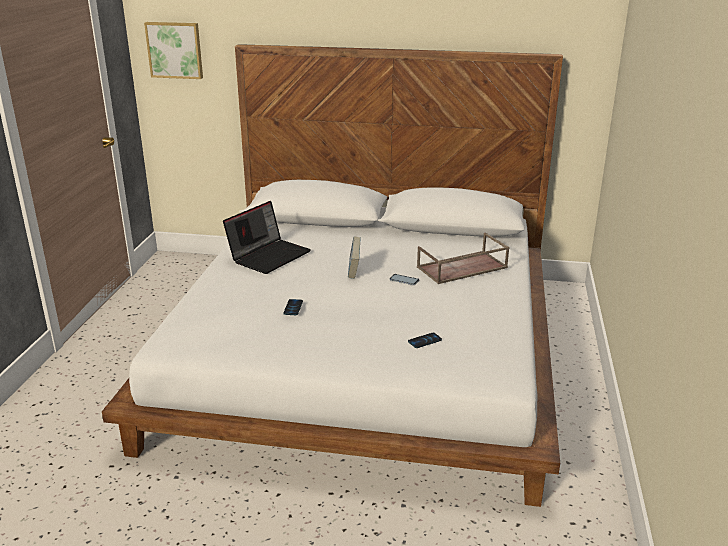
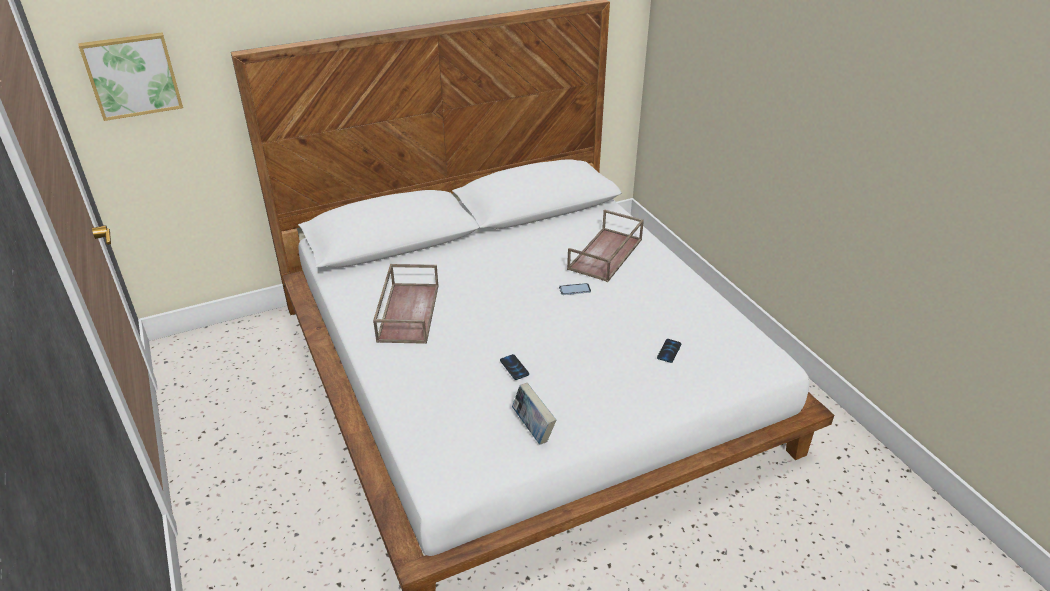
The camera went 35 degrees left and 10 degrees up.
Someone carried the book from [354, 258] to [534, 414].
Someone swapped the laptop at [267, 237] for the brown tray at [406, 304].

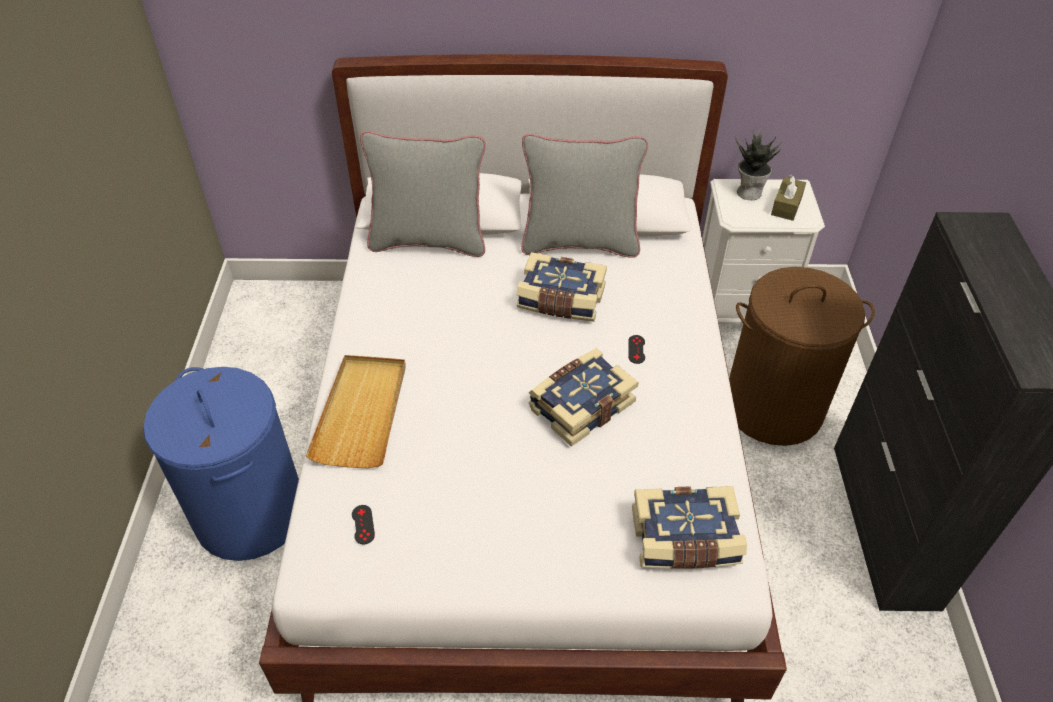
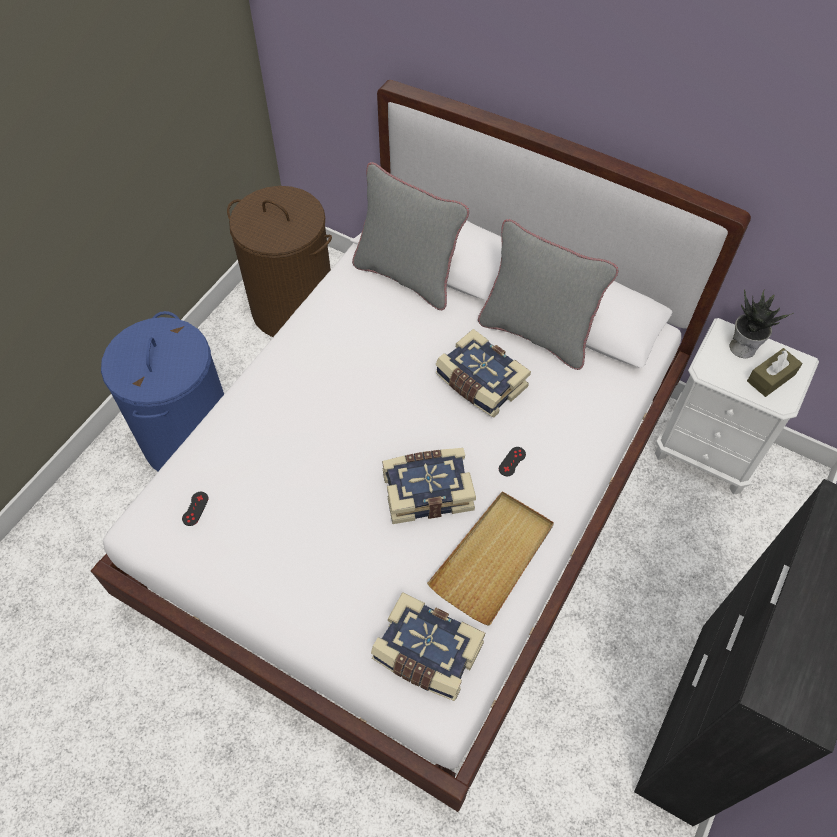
The camera went 30 degrees right and 10 degrees up.
Someone carried the beige tray from [356, 411] to [490, 558].
Someone carried the brown laundry basket from [802, 356] to [279, 261].

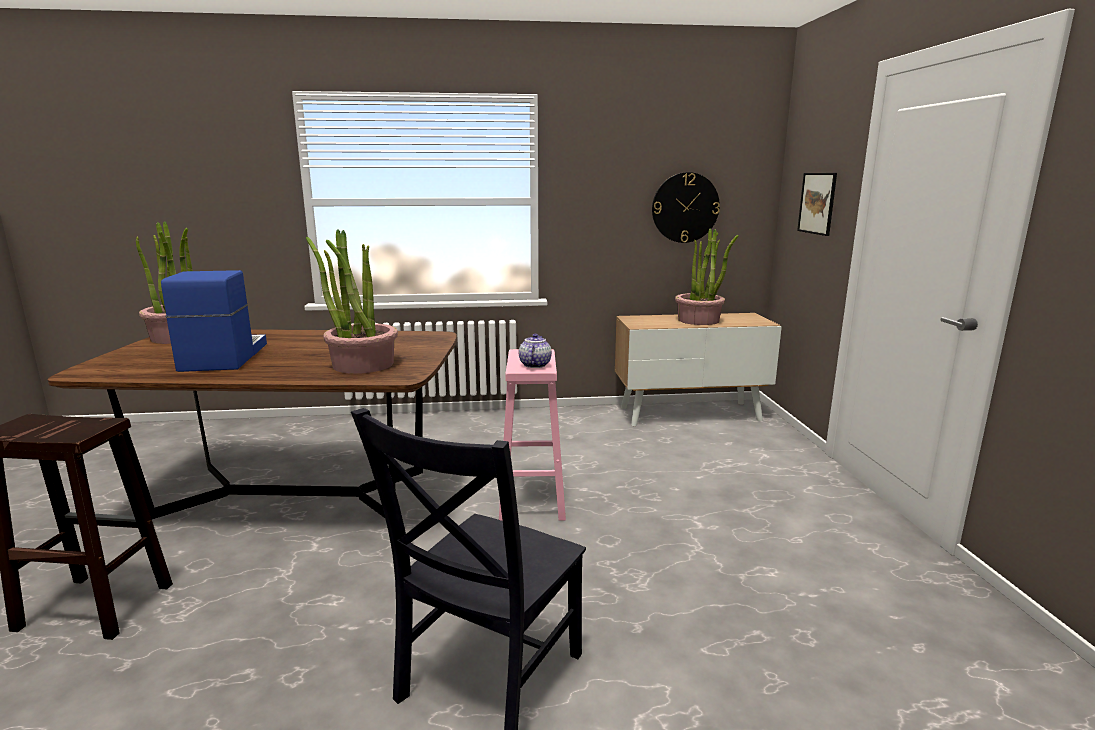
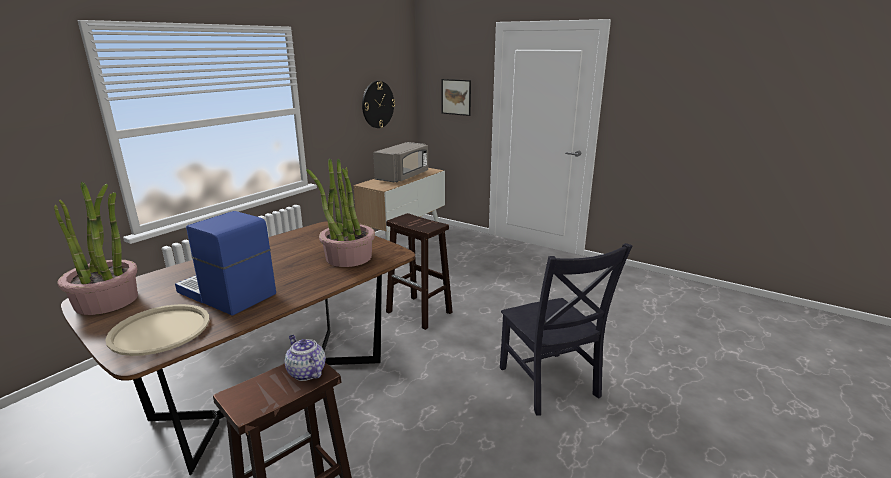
The camera went 50 degrees left and 5 degrees up.
Someone put down the beige tray at [157, 330].
Someone carried the teapot from [535, 351] to [305, 358].
Someone swapped the potted plant at [707, 276] for the grey microwave at [400, 162].
Someone repainted the pink stool at [532, 435], which became the brown stool at [419, 271].

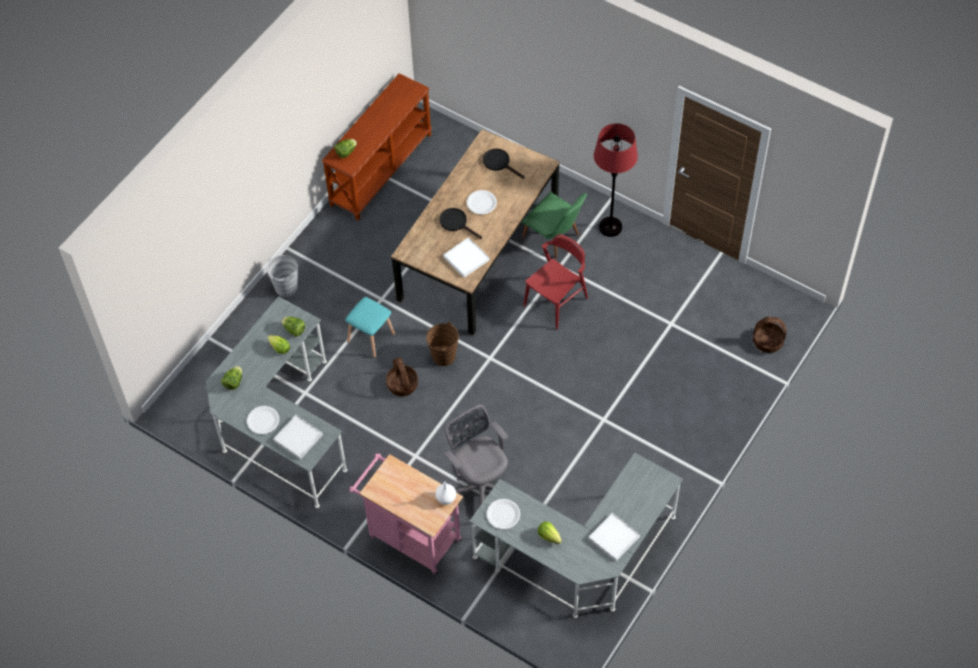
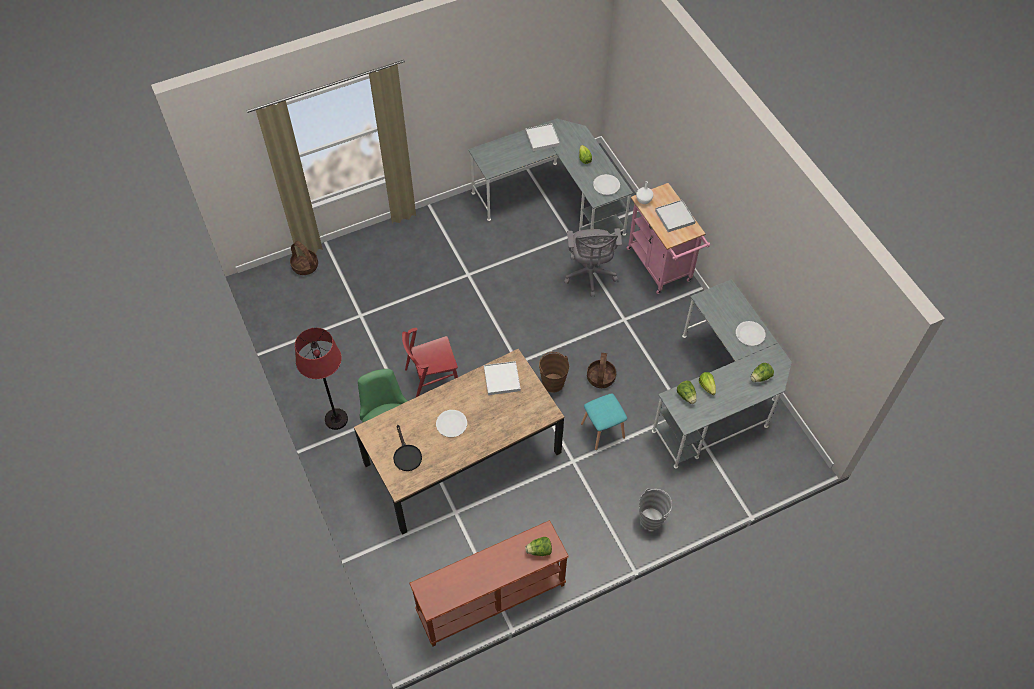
The camera went 150 degrees left and 0 degrees up.
Someone took away the black frying pan at [460, 223].
Someone carried the white tray from [298, 437] to [675, 216].

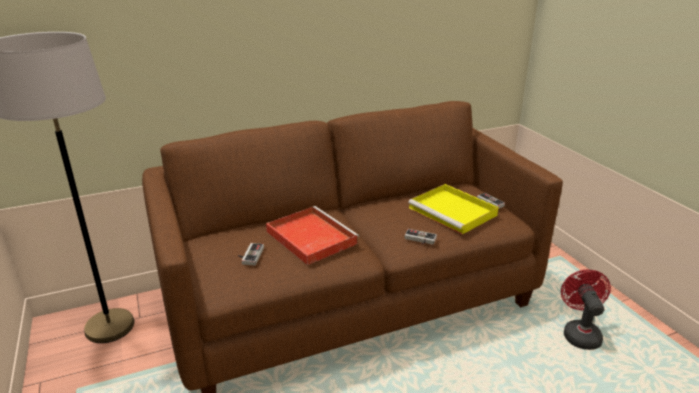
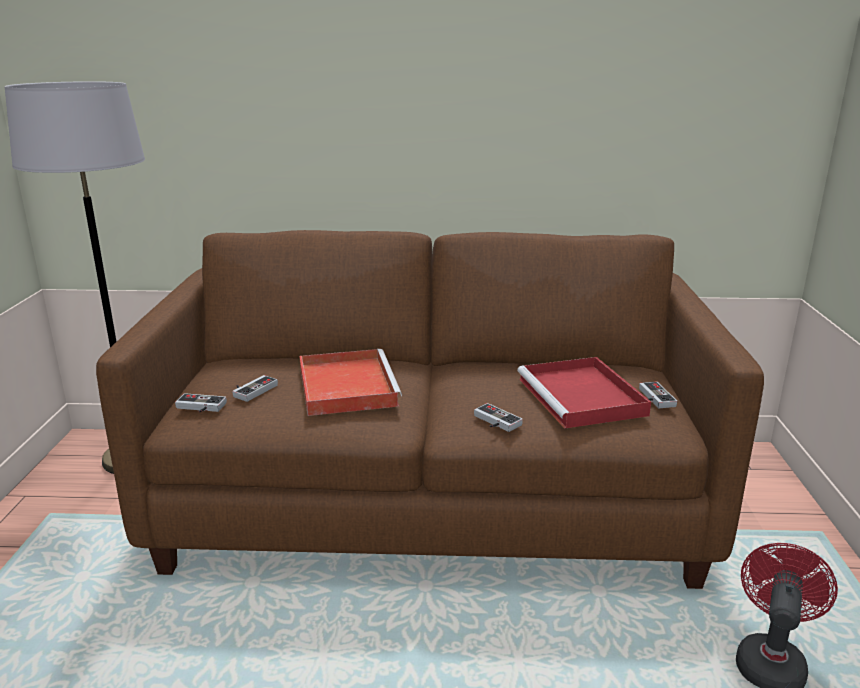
The camera went 25 degrees right and 5 degrees down.
Someone put down the game controller at [201, 403].
Someone repainted the yellow tray at [453, 209], which became the red tray at [584, 393].

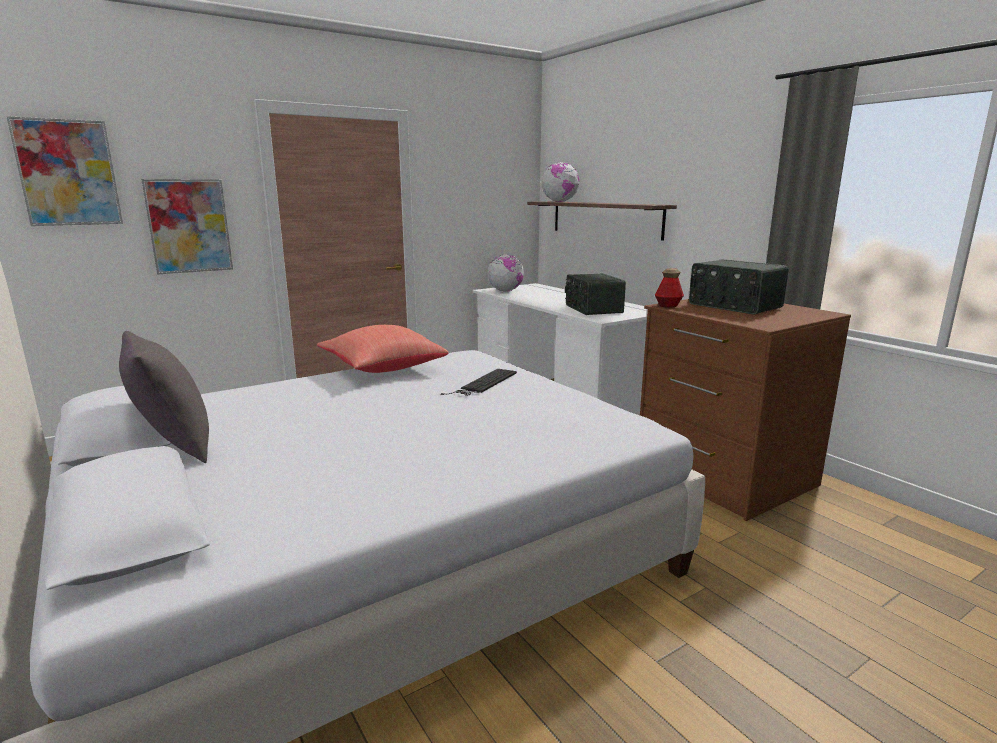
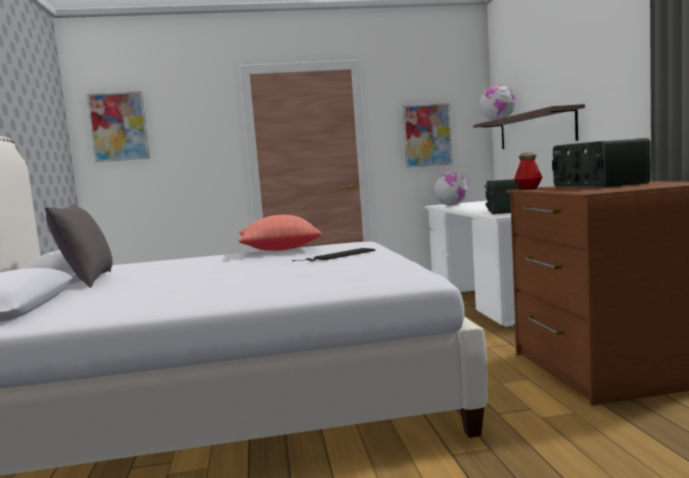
The camera went 25 degrees right and 10 degrees down.
Someone carried the picture from [187, 226] to [427, 135].

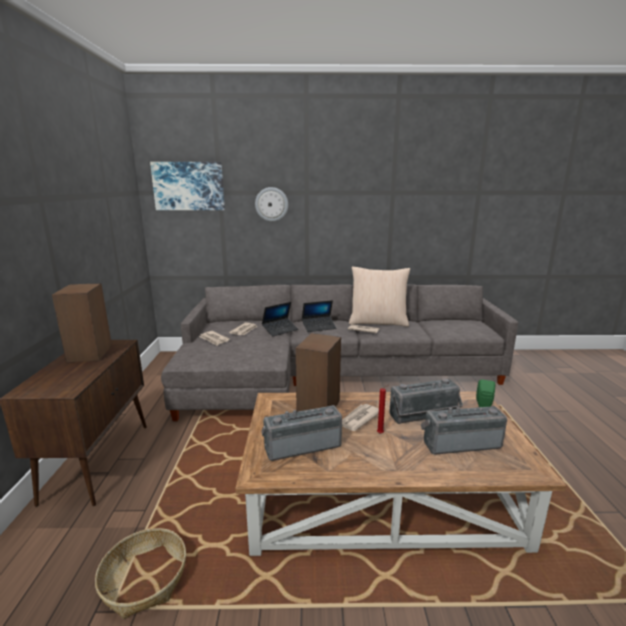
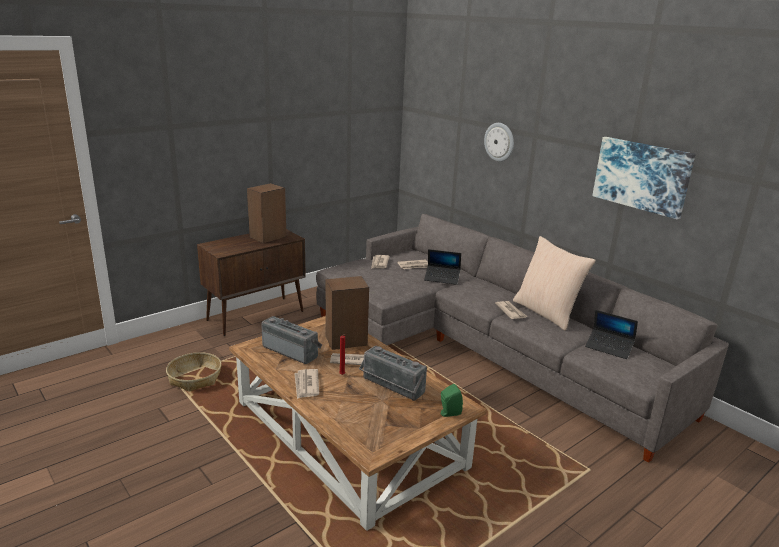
The camera went 50 degrees right and 5 degrees up.
Someone took away the radio at [464, 430].
Someone put down the newspaper at [306, 384].
Someone carried the picture from [187, 186] to [644, 178].
Someone carried the laptop from [319, 316] to [611, 334].

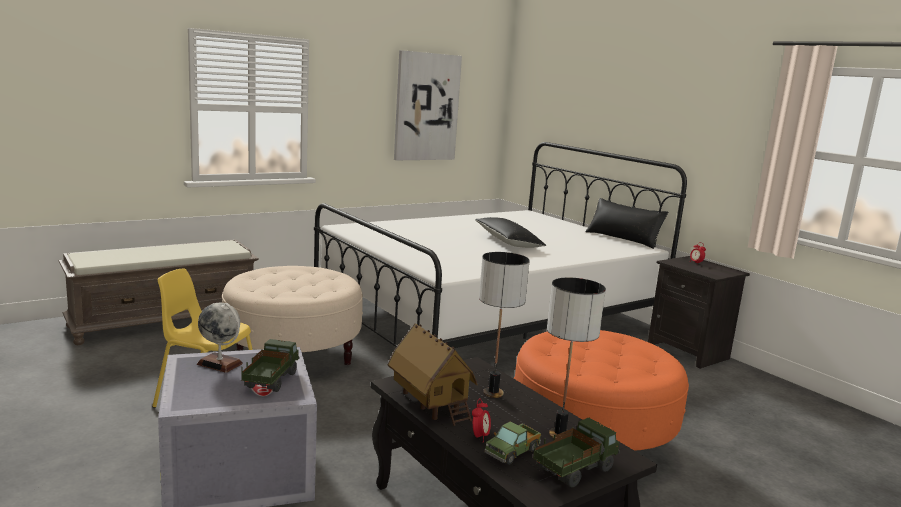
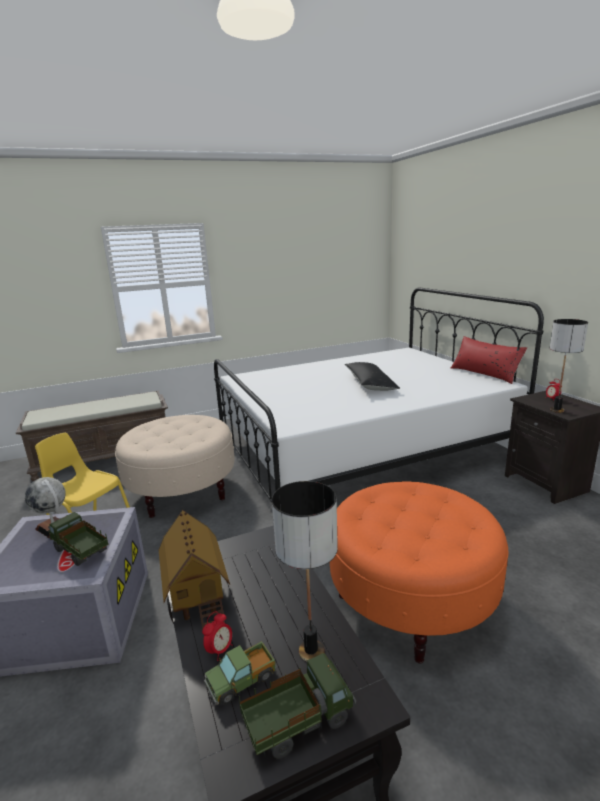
The camera went 15 degrees right and 5 degrees up.
Someone took away the picture at [428, 105].
Someone carried the table lamp from [504, 325] to [569, 366].
Someone repainted the black pillow at [627, 223], which became the red pillow at [489, 360].
Someone rotated the toy truck at [270, 365] by 75 degrees counterclockwise.

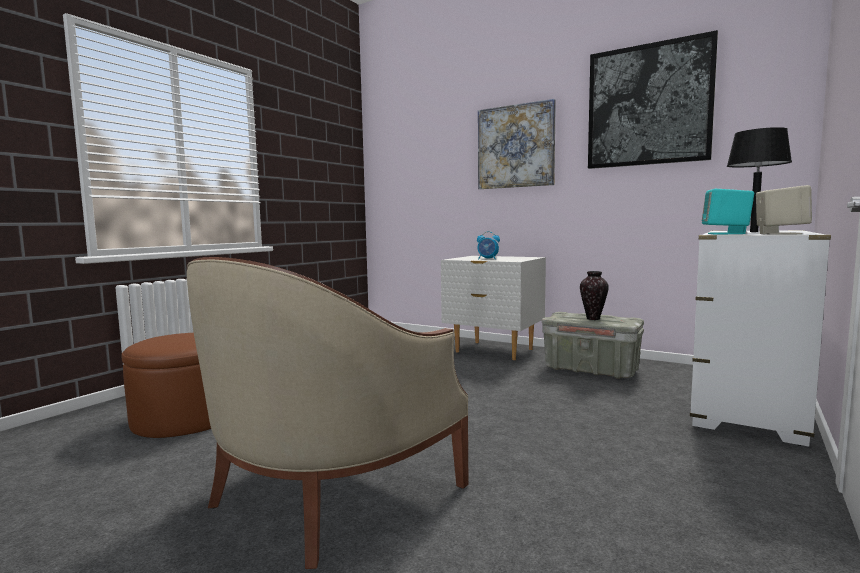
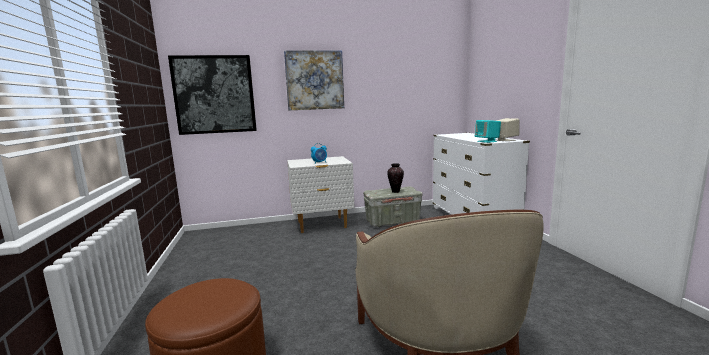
The camera went 45 degrees left and 5 degrees up.
Someone took away the black table lamp at [759, 179].
Someone carried the picture from [653, 99] to [212, 95].

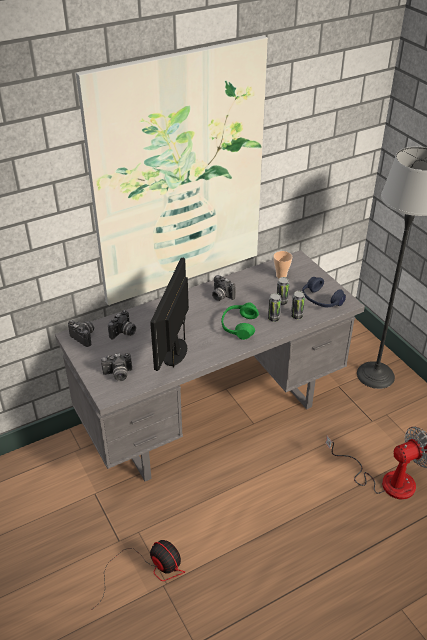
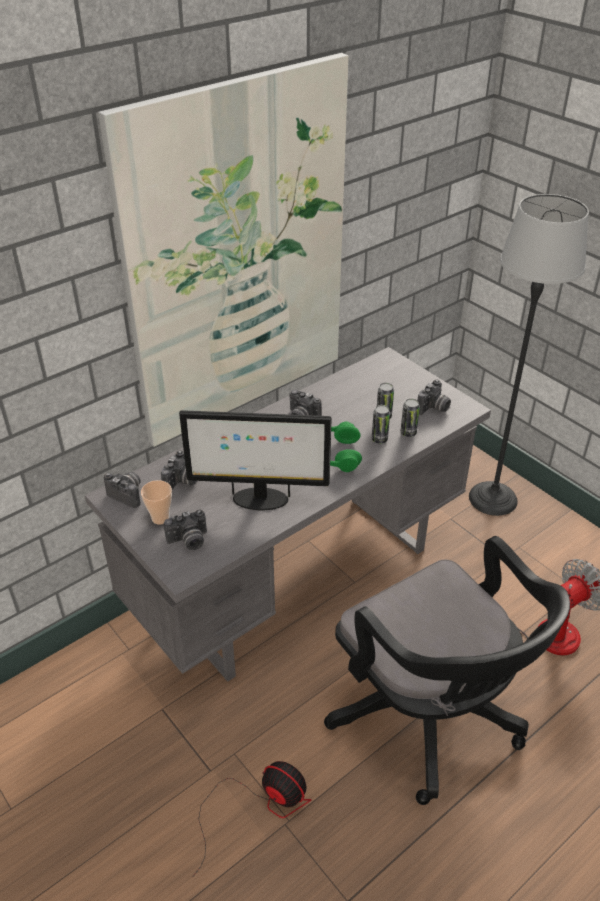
The camera went 10 degrees left and 0 degrees up.
Someone put down the black office chair at [447, 670].
Someone carried the cup from [282, 264] to [156, 502].
Someone swapped the blue headphones at [324, 292] for the photo camera at [434, 397].
Someone rotated the monitor at [169, 314] by 90 degrees counterclockwise.

